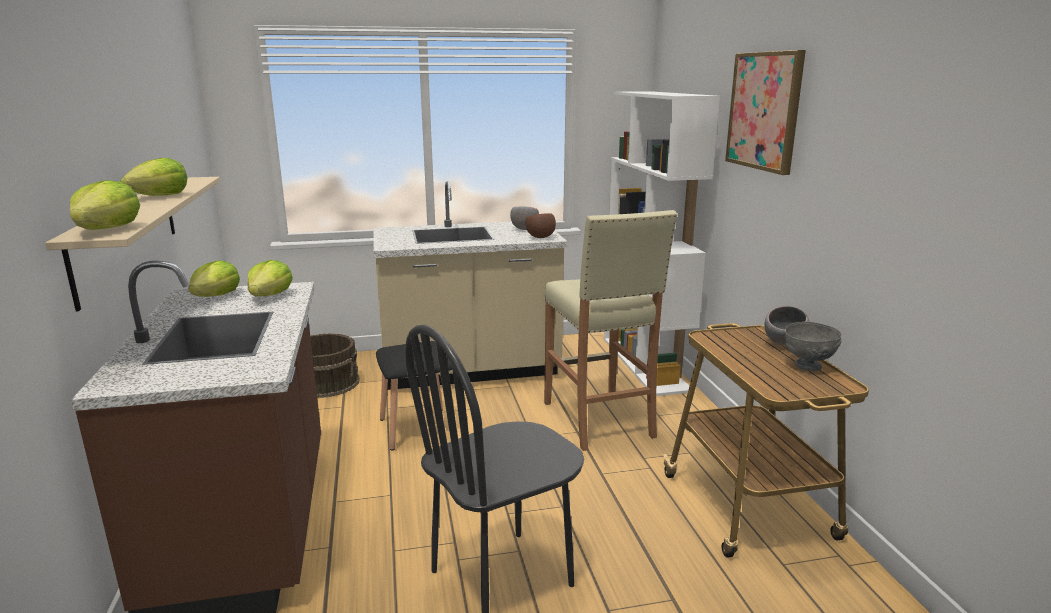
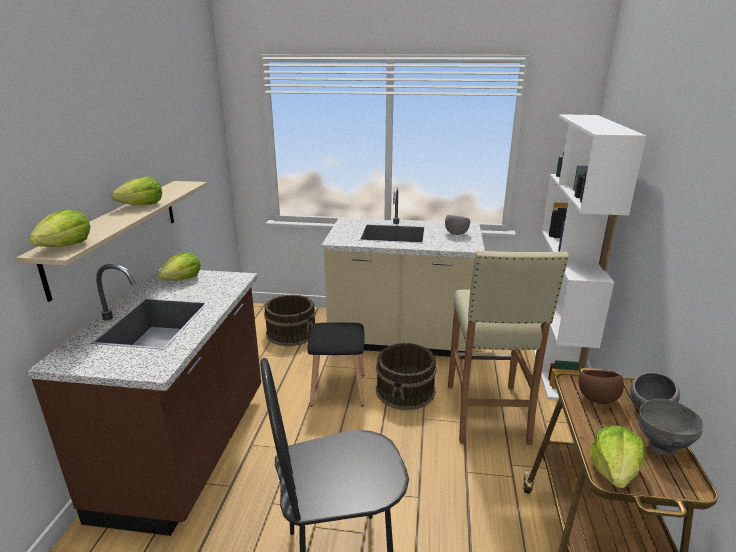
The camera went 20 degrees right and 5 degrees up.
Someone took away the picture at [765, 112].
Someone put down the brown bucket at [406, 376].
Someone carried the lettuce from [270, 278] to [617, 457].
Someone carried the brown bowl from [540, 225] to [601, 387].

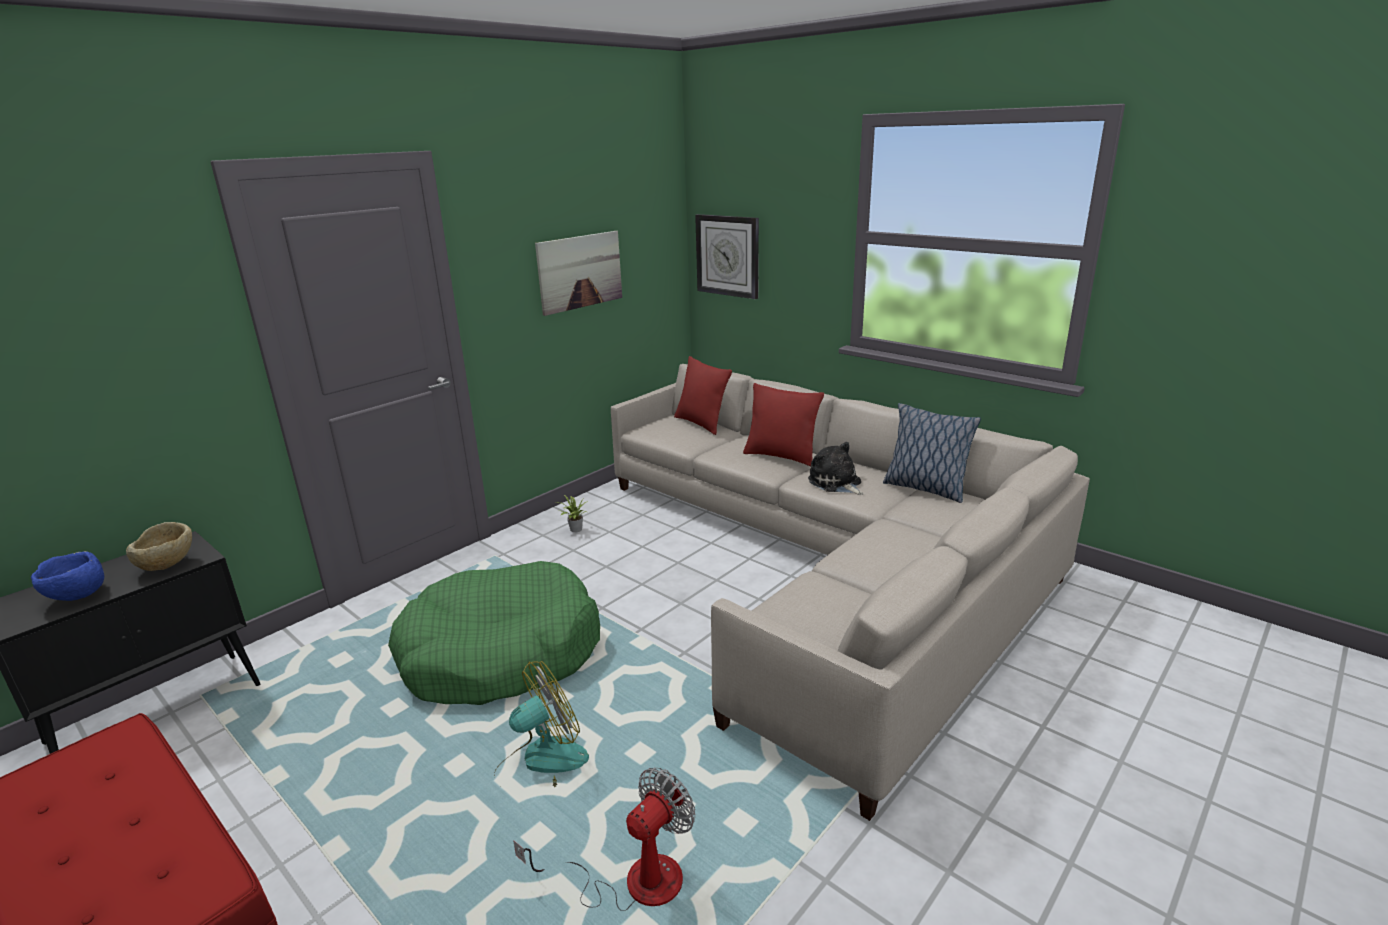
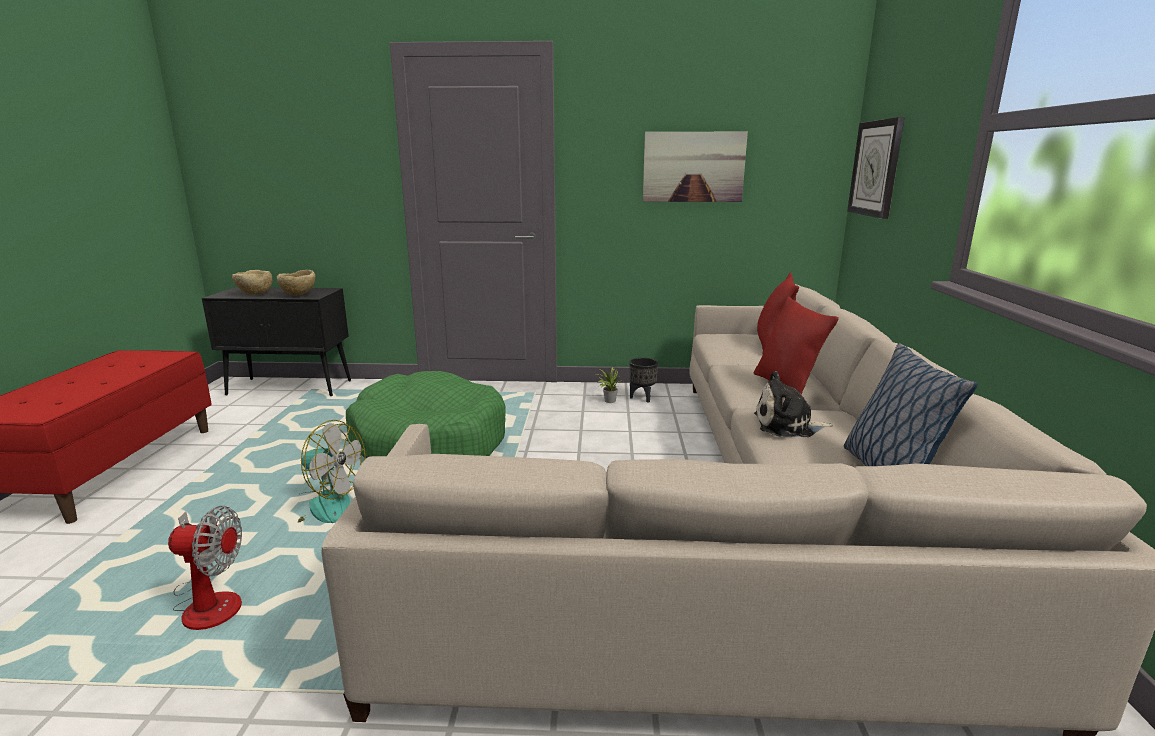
The camera went 50 degrees right and 5 degrees down.
Someone put down the black planter at [643, 380].
Someone repainted the blue bowl at [67, 576], which became the beige bowl at [252, 282].
Someone rotated the plush toy at [836, 468] by 105 degrees counterclockwise.

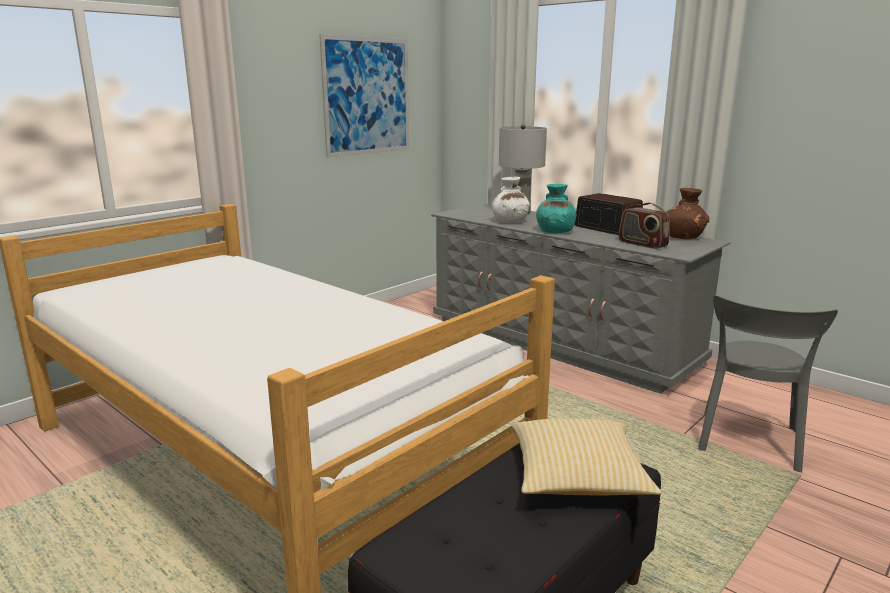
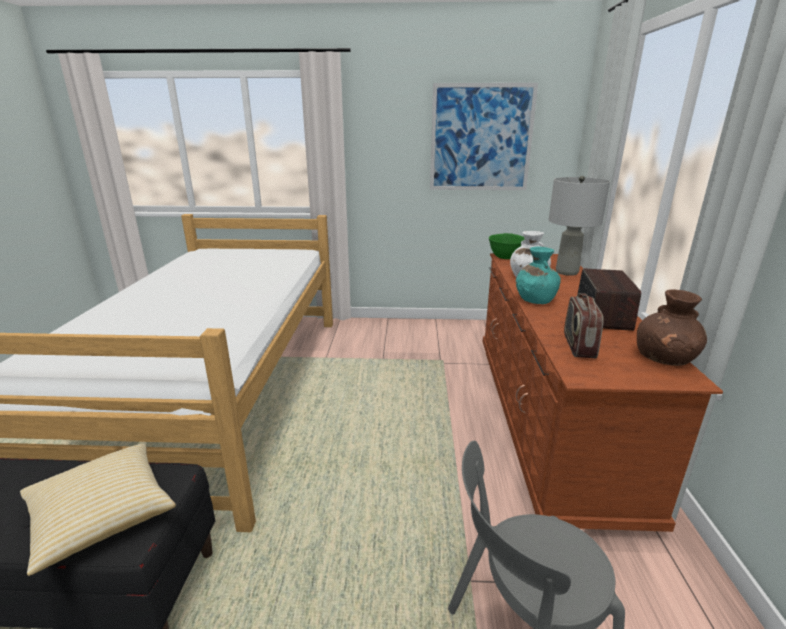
The camera went 50 degrees right and 5 degrees up.
Someone put down the green bowl at [507, 246].
Someone repainted the grey dresser at [581, 298], which became the brown dresser at [603, 392].

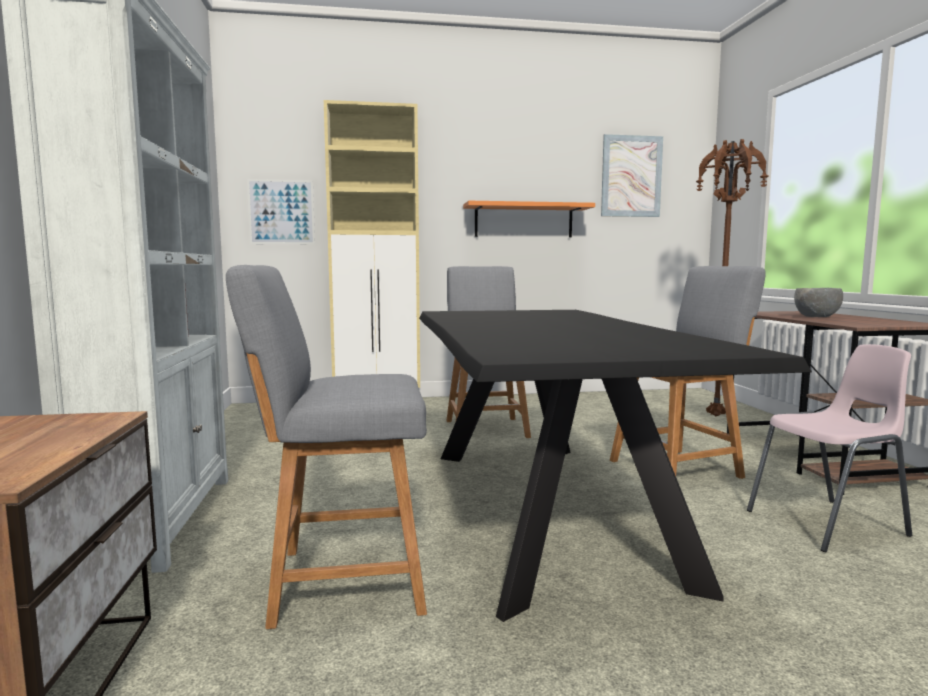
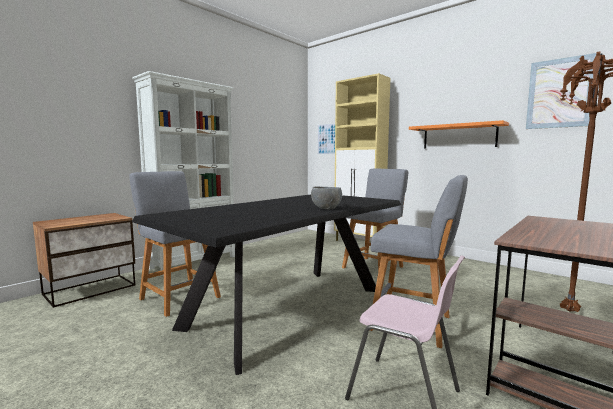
The camera went 50 degrees right and 0 degrees up.
Someone carried the grey bowl from [818, 302] to [326, 198].

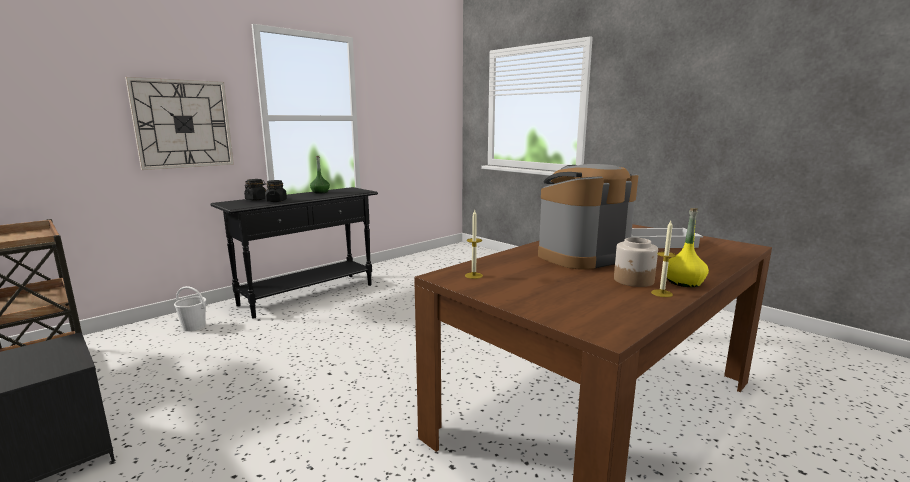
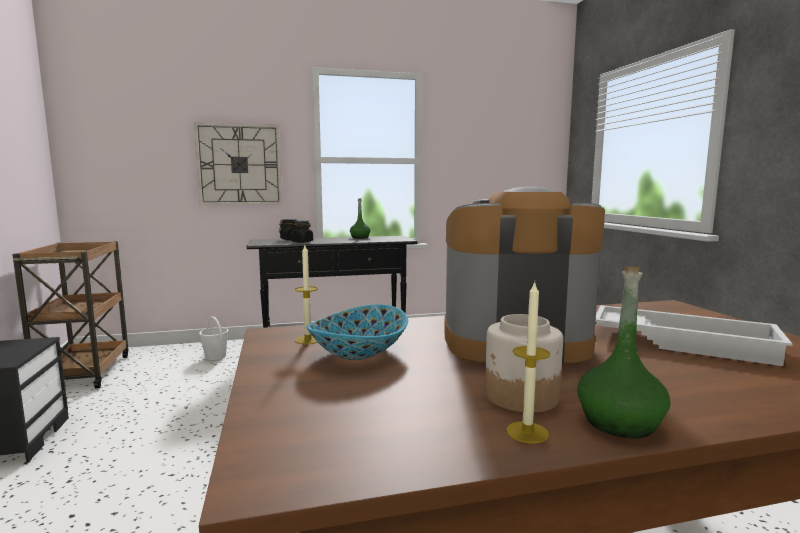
The camera went 30 degrees right and 5 degrees down.
Someone put down the bowl at [357, 332].
Someone repainted the yellow bottle at [688, 247], which became the green bottle at [623, 352].

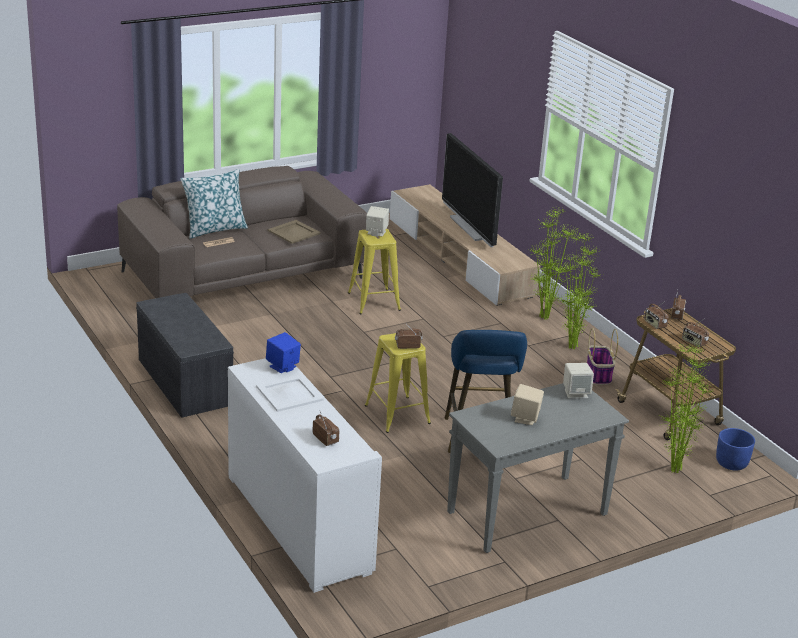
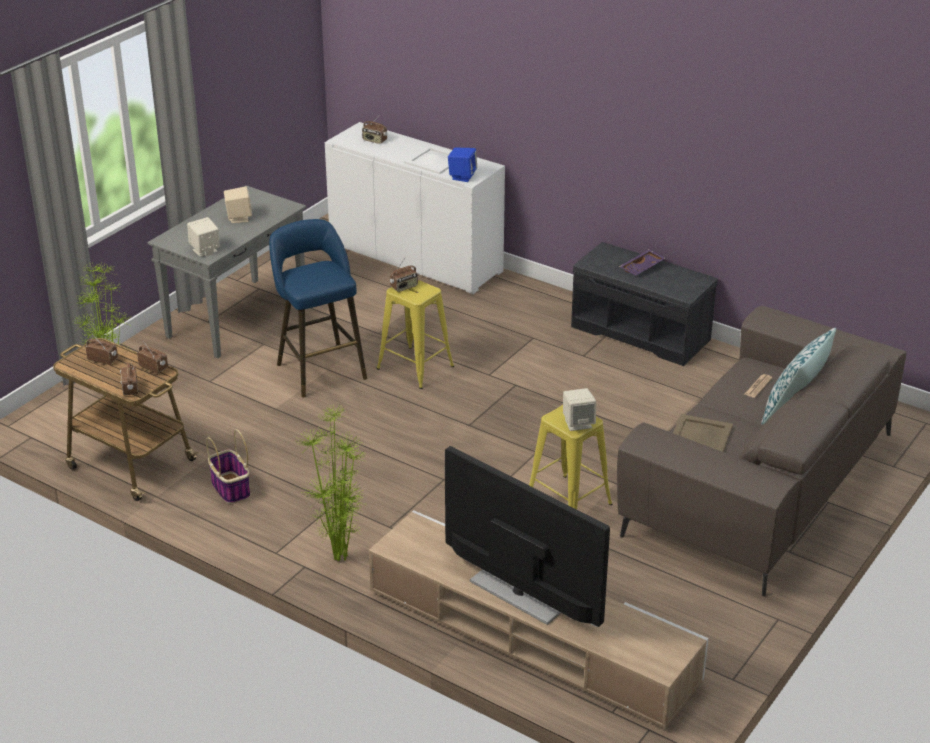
The camera went 155 degrees right and 5 degrees up.
Someone took away the potted plant at [579, 291].
Someone took away the blue planter at [735, 449].
Someone put down the purple tray at [642, 262].

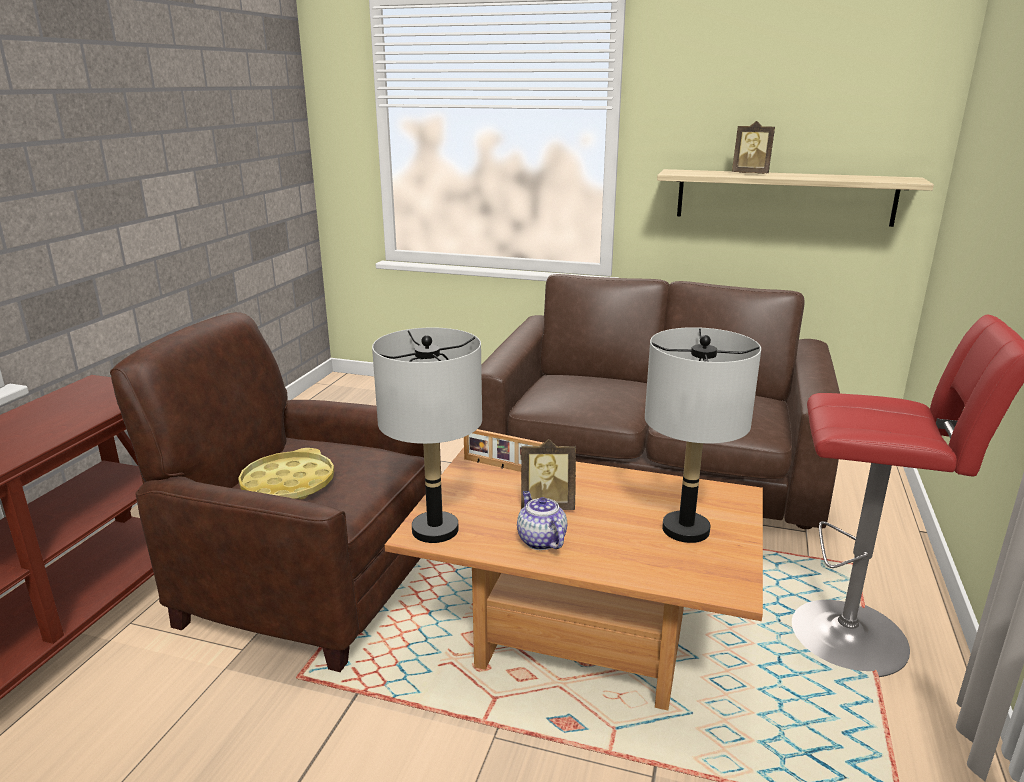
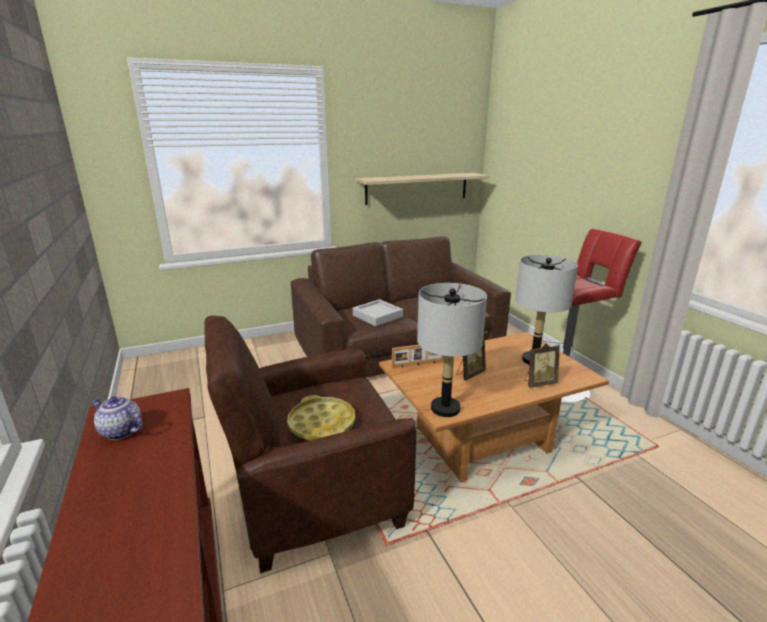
The camera went 40 degrees left and 0 degrees up.
Someone put down the grey tray at [378, 312].
Someone carried the teapot from [542, 520] to [117, 418].
Someone carried the picture frame from [753, 147] to [542, 365].

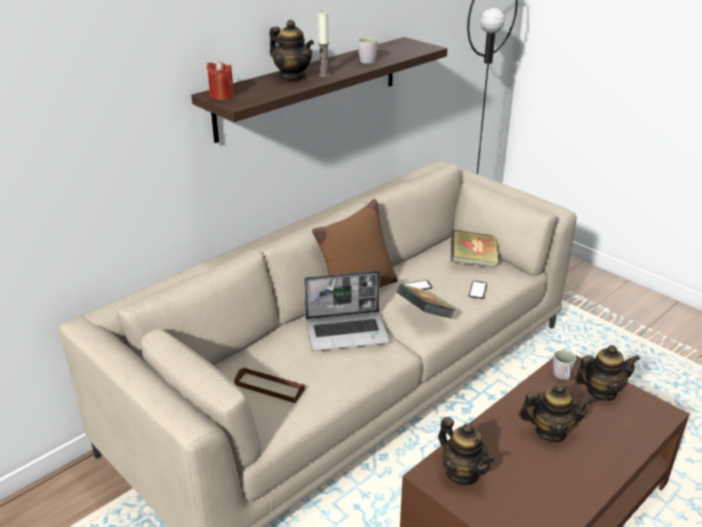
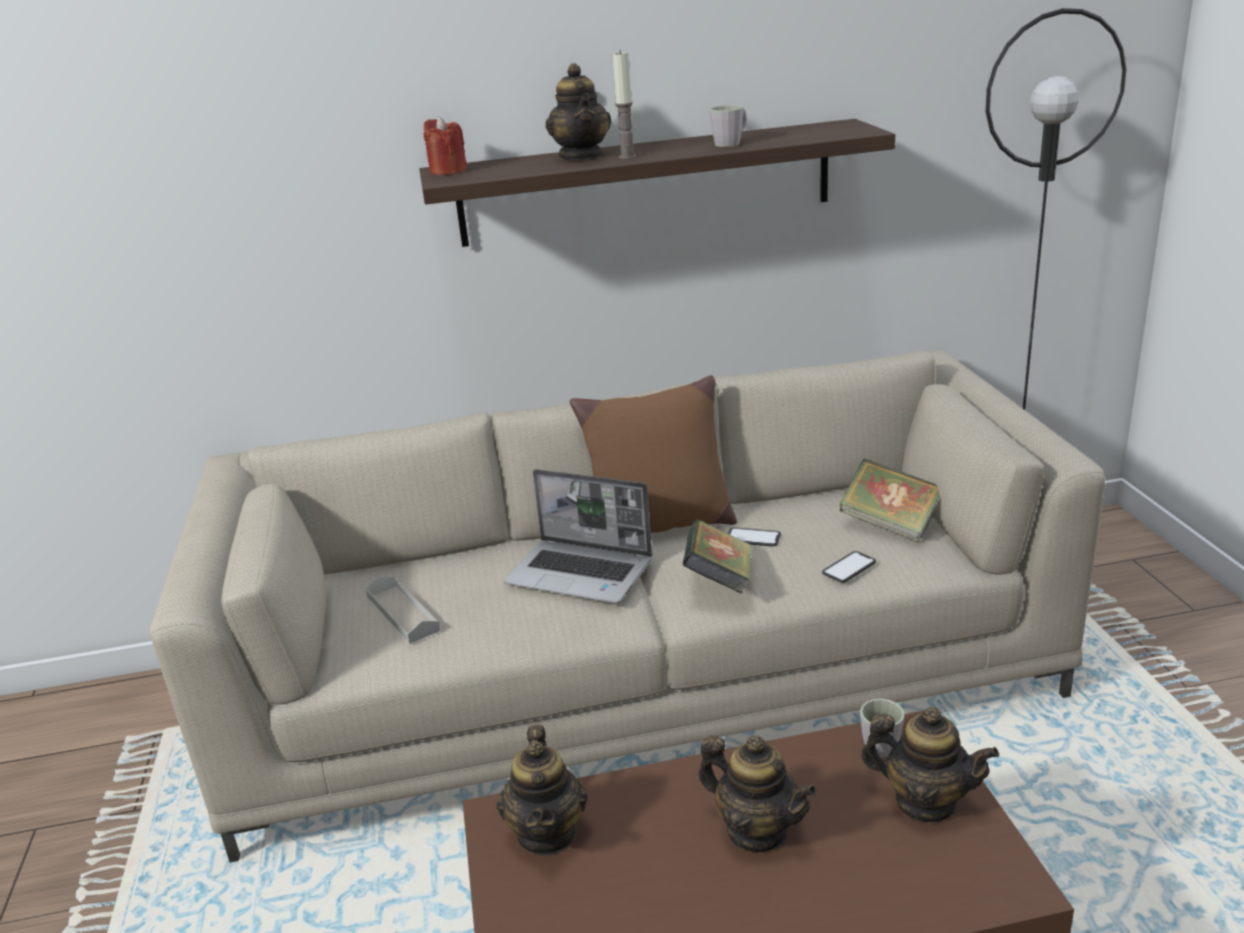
The camera went 35 degrees right and 5 degrees down.
Someone repainted the brown tray at [269, 385], which became the grey tray at [403, 610].

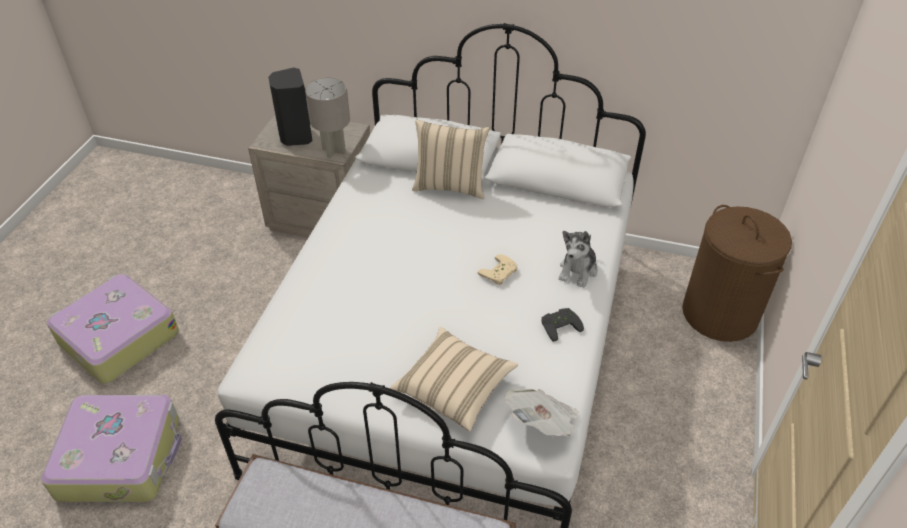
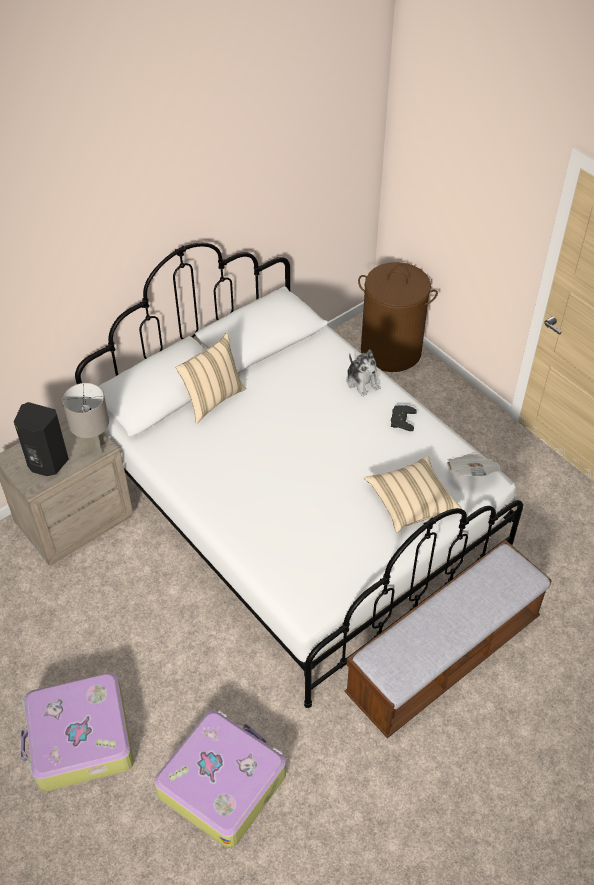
The camera went 55 degrees left and 5 degrees up.
Someone took away the beige game controller at [497, 269].

